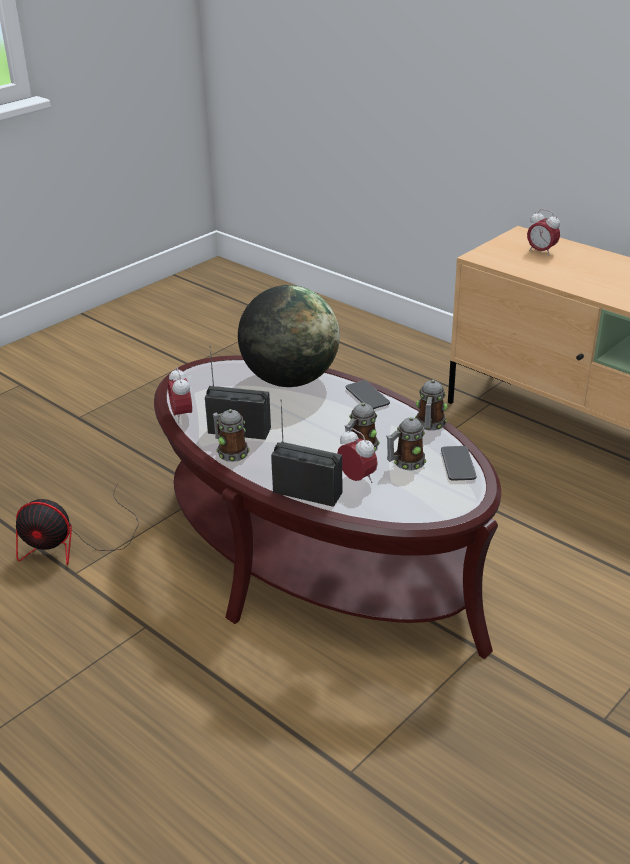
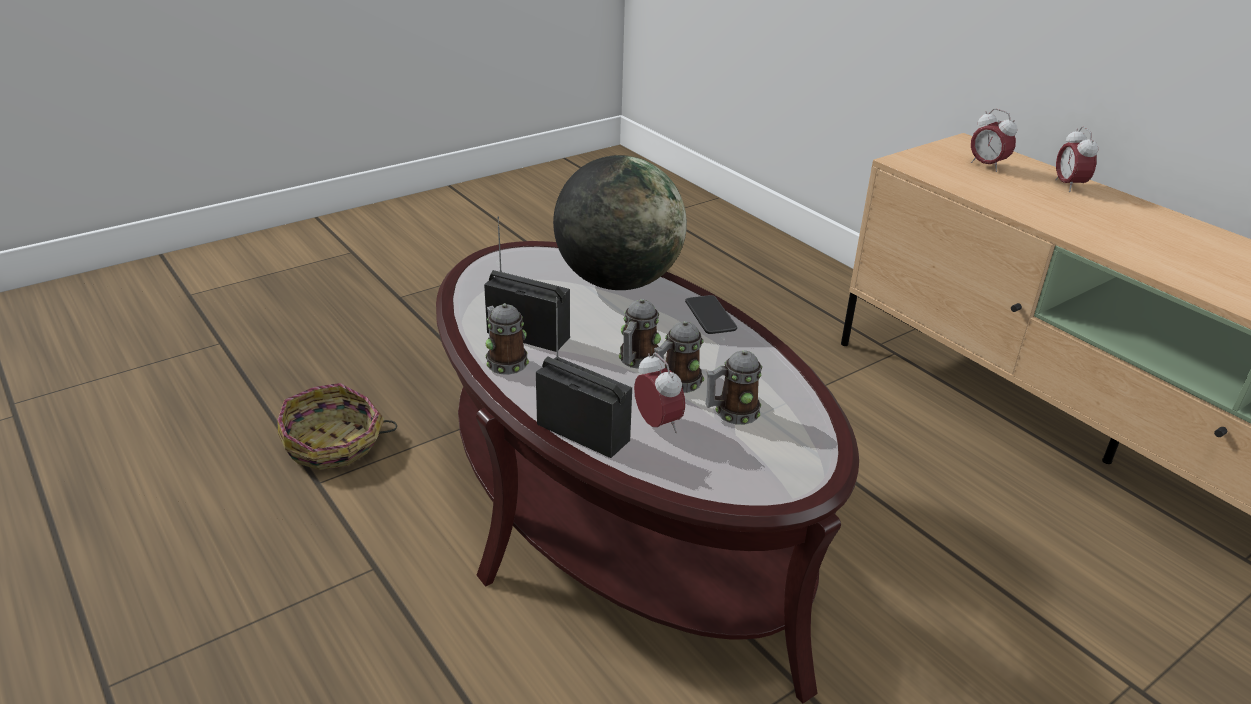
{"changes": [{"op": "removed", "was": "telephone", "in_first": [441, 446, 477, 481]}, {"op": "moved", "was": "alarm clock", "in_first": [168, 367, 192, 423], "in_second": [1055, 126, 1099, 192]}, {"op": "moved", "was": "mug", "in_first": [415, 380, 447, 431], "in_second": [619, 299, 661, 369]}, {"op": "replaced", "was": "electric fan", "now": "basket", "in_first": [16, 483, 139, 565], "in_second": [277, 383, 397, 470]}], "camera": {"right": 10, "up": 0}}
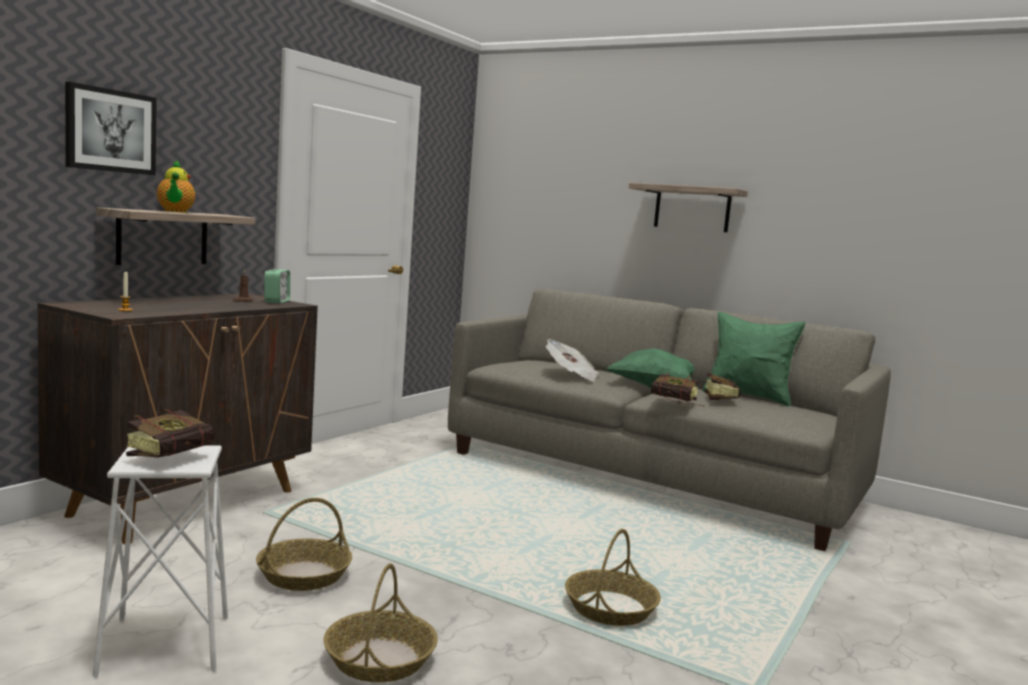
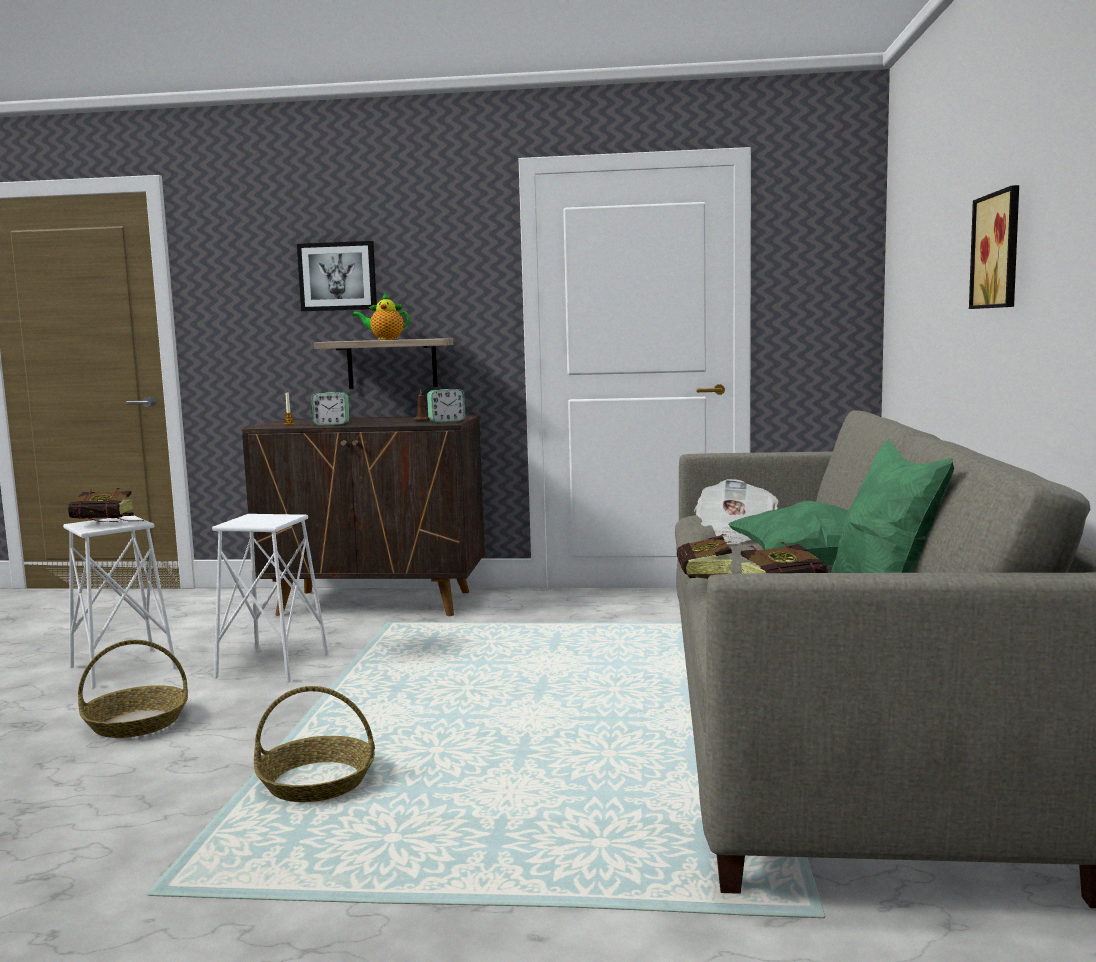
{"changes": [{"op": "added", "now": "alarm clock", "in_second": [311, 392, 350, 425]}, {"op": "replaced", "was": "basket", "now": "whitish stool seat", "in_first": [256, 498, 352, 591], "in_second": [212, 514, 329, 682]}, {"op": "replaced", "was": "wall shelf", "now": "picture", "in_first": [629, 183, 748, 232], "in_second": [969, 185, 1019, 309]}, {"op": "turned", "was": "tea pot", "in_first": [157, 159, 195, 213], "in_second": [352, 293, 410, 340], "clockwise": 45}], "camera": {"right": 65, "up": 0}}
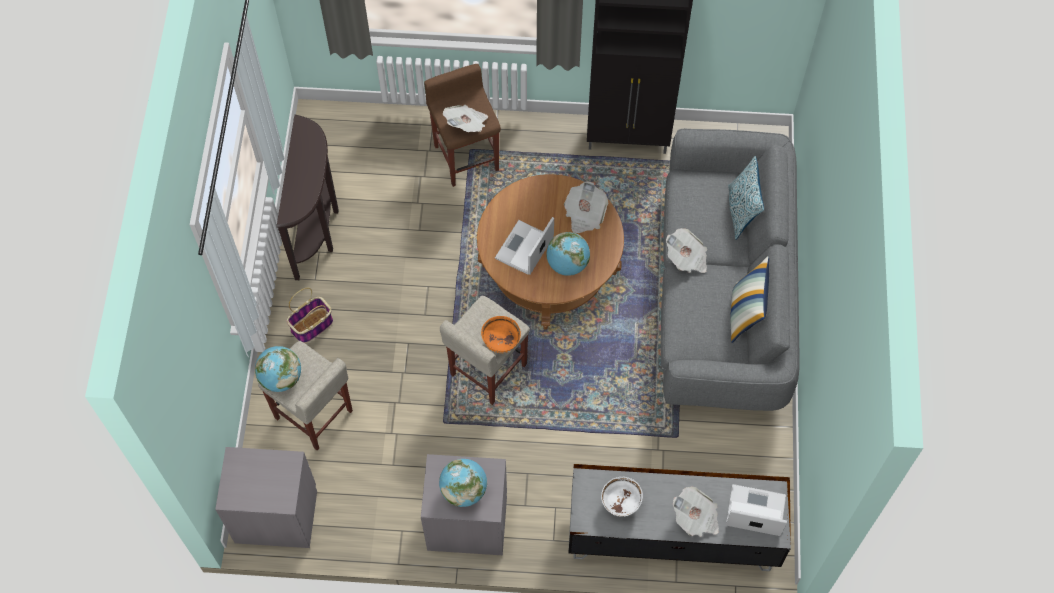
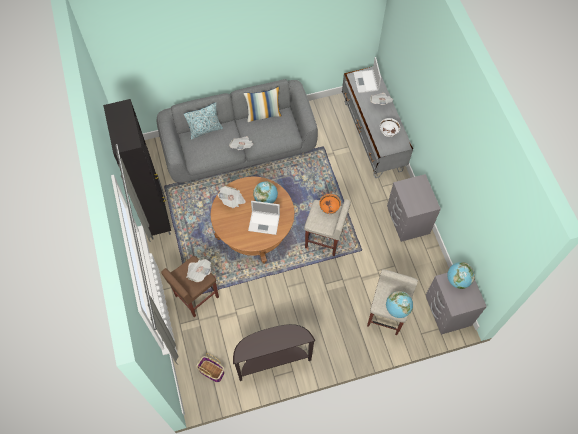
{"changes": [{"op": "moved", "was": "basket", "in_first": [287, 287, 333, 343], "in_second": [196, 353, 224, 382]}, {"op": "moved", "was": "globe", "in_first": [439, 459, 487, 507], "in_second": [447, 262, 475, 289]}], "camera": {"right": -110, "up": 0}}
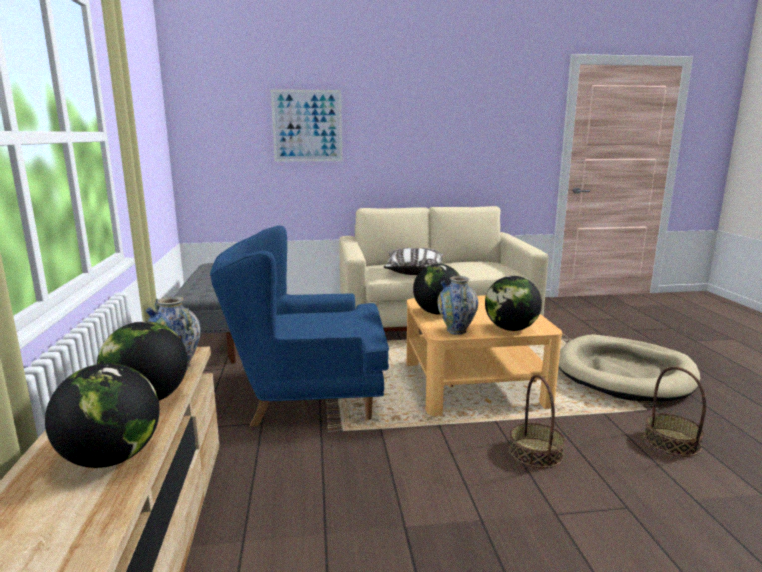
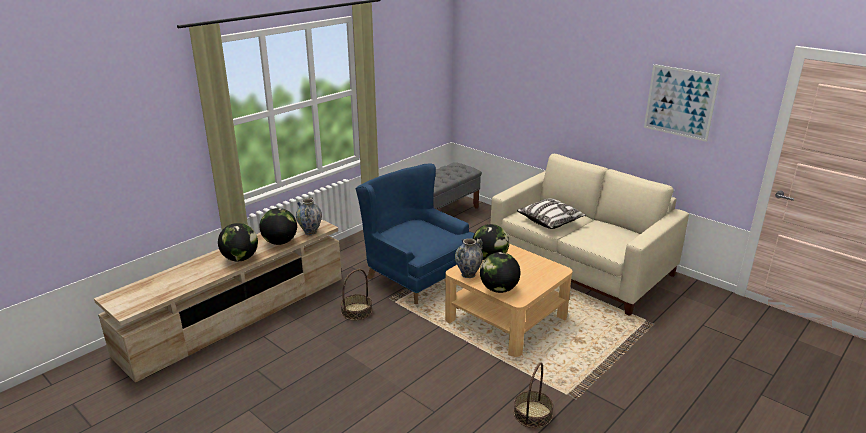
{"changes": [{"op": "removed", "was": "beige pet bed", "in_first": [559, 335, 700, 402]}, {"op": "moved", "was": "picture", "in_first": [271, 89, 343, 162], "in_second": [644, 64, 720, 142]}, {"op": "moved", "was": "basket", "in_first": [509, 374, 565, 468], "in_second": [341, 269, 372, 320]}], "camera": {"right": 50, "up": 10}}
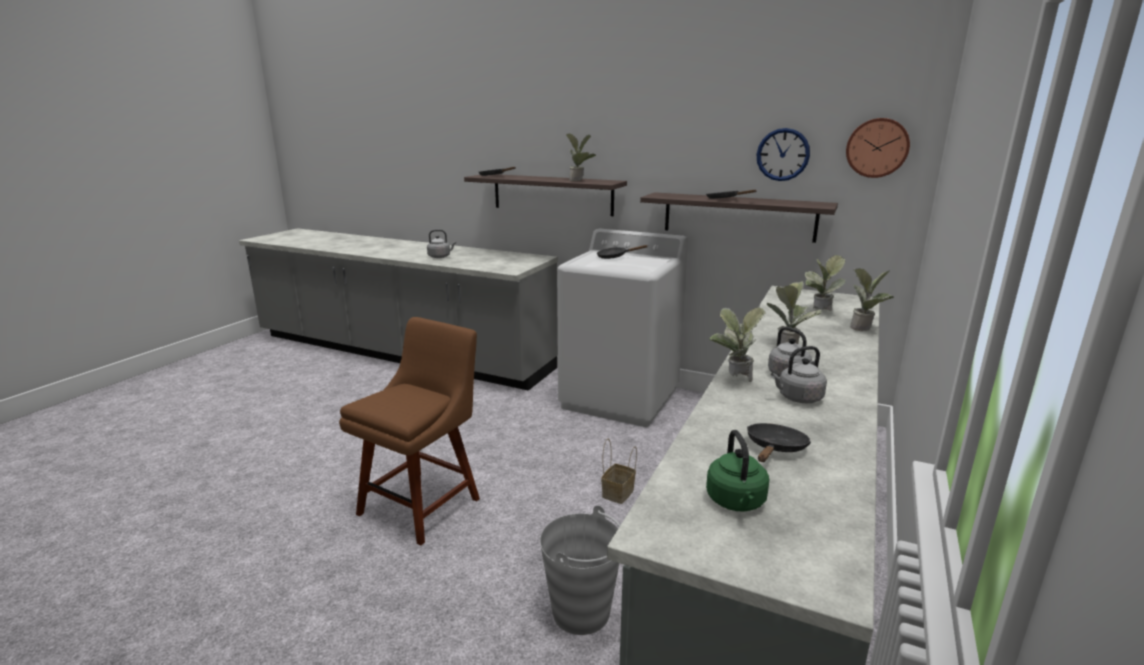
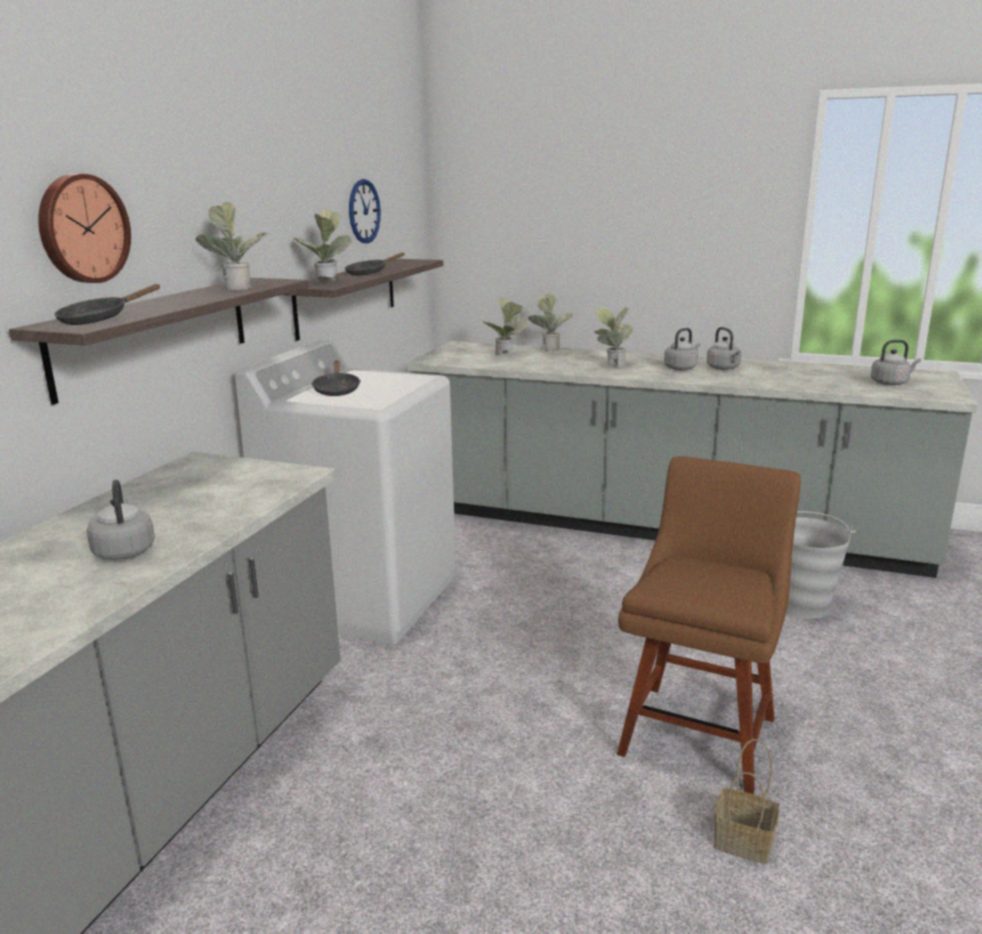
{"changes": [{"op": "removed", "was": "black pan", "in_first": [747, 423, 811, 462]}, {"op": "moved", "was": "basket", "in_first": [601, 439, 637, 504], "in_second": [714, 739, 779, 864]}, {"op": "moved", "was": "plant in a pot", "in_first": [709, 307, 765, 382], "in_second": [293, 210, 352, 282]}, {"op": "moved", "was": "hanging clock", "in_first": [846, 118, 910, 178], "in_second": [38, 174, 131, 283]}, {"op": "recoloured", "was": "green-coloured tea kettle", "now": "greyish tea kettle", "in_first": [706, 430, 769, 512], "in_second": [871, 340, 921, 385]}, {"op": "turned", "was": "brown upright chair", "in_first": [339, 317, 480, 545], "in_second": [617, 456, 801, 794], "clockwise": 90}], "camera": {"right": -95, "up": 0}}
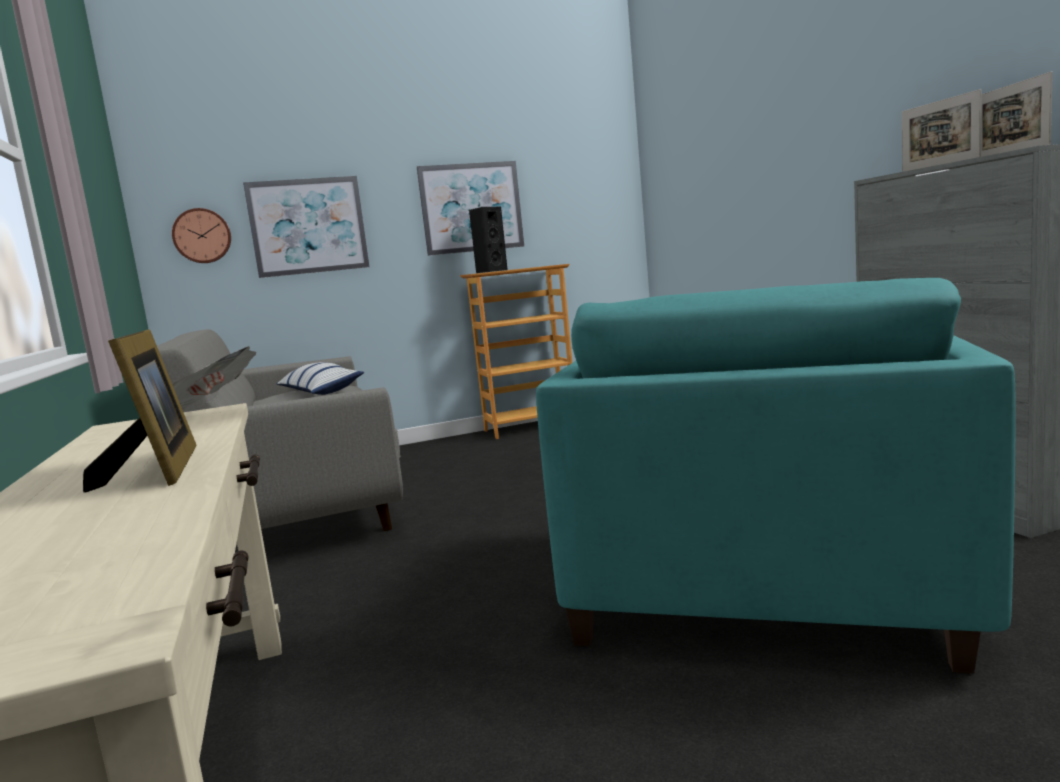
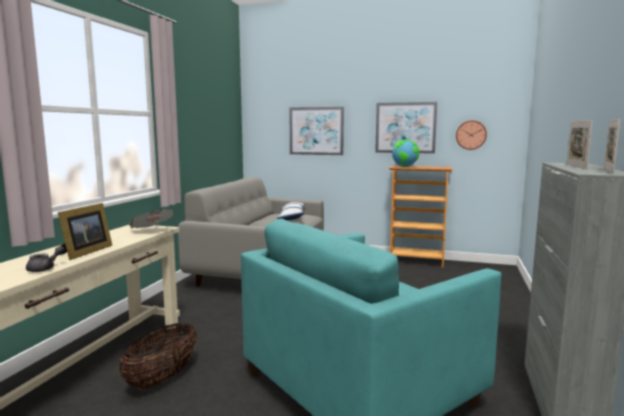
{"changes": [{"op": "added", "now": "greyish tea pot", "in_second": [26, 246, 64, 272]}, {"op": "added", "now": "basket", "in_second": [119, 322, 197, 389]}, {"op": "moved", "was": "hanging clock", "in_first": [172, 208, 231, 263], "in_second": [456, 120, 487, 150]}, {"op": "replaced", "was": "black loudspeaker", "now": "globe", "in_first": [469, 207, 508, 273], "in_second": [392, 139, 419, 167]}], "camera": {"right": 35, "up": 0}}
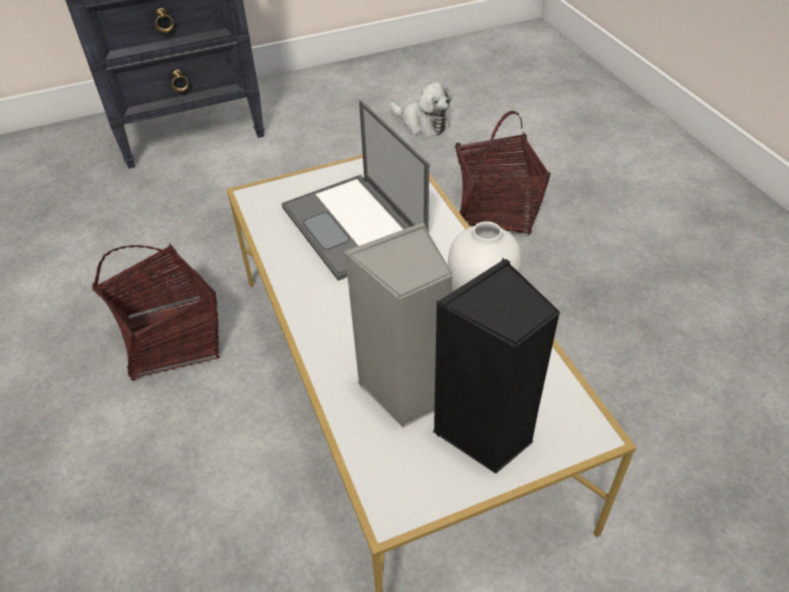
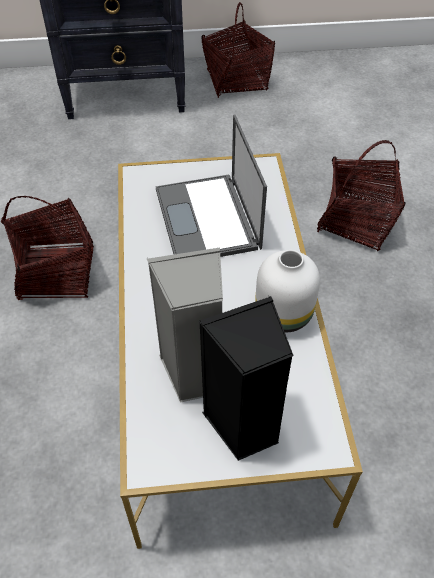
{"changes": [{"op": "removed", "was": "soft toy", "in_first": [390, 82, 452, 136]}, {"op": "added", "now": "basket", "in_second": [201, 2, 275, 98]}], "camera": {"right": 15, "up": 5}}
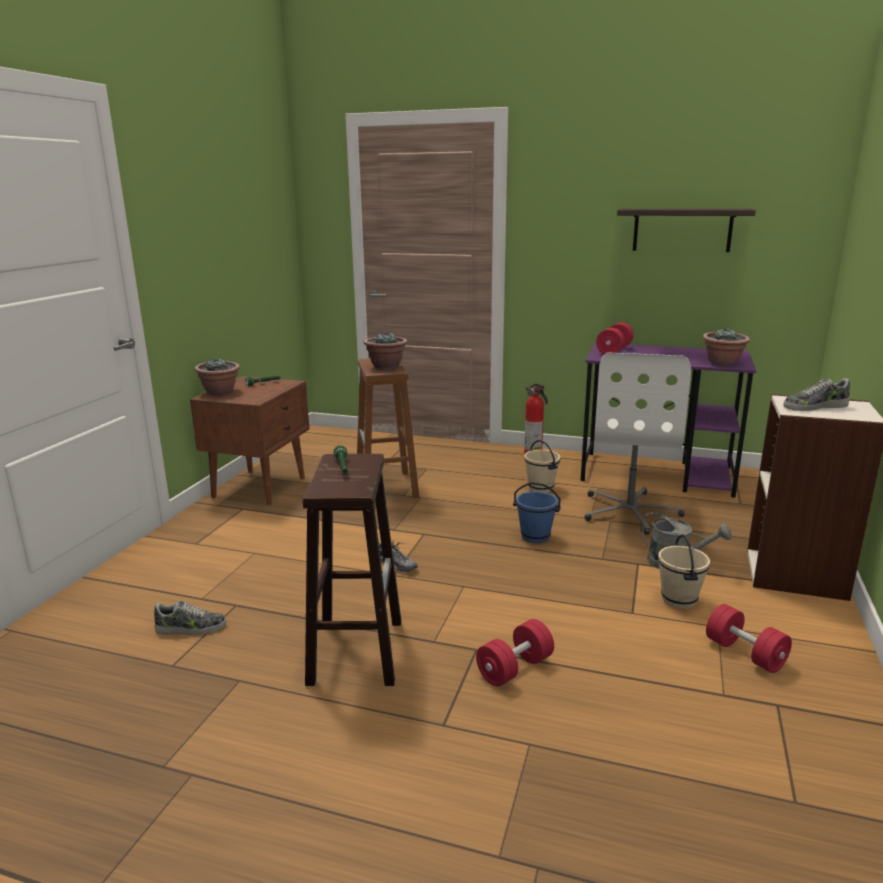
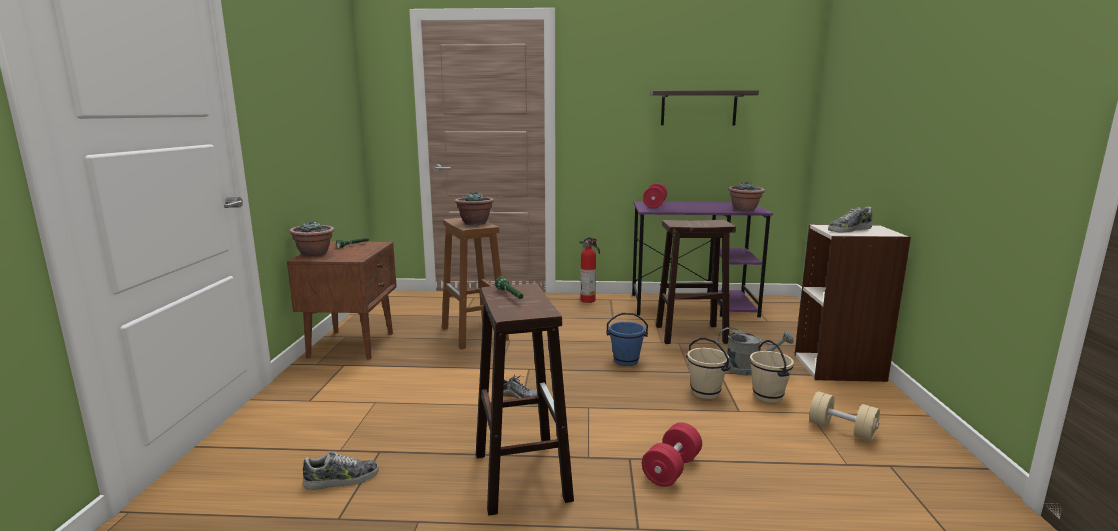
{"changes": [{"op": "moved", "was": "beige bucket", "in_first": [524, 440, 560, 493], "in_second": [686, 338, 731, 399]}, {"op": "replaced", "was": "whitish office chair", "now": "brown stool seat", "in_first": [585, 352, 691, 535], "in_second": [656, 220, 736, 344]}, {"op": "recoloured", "was": "red-coloured hand weight", "now": "beige hand weight", "in_first": [706, 604, 792, 673], "in_second": [809, 391, 880, 442]}], "camera": {"right": -15, "up": -5}}
